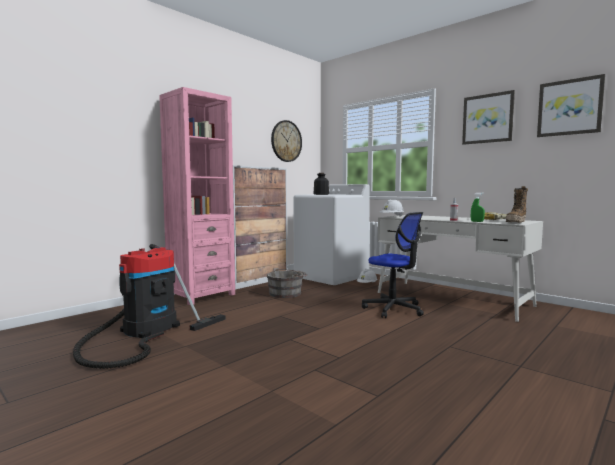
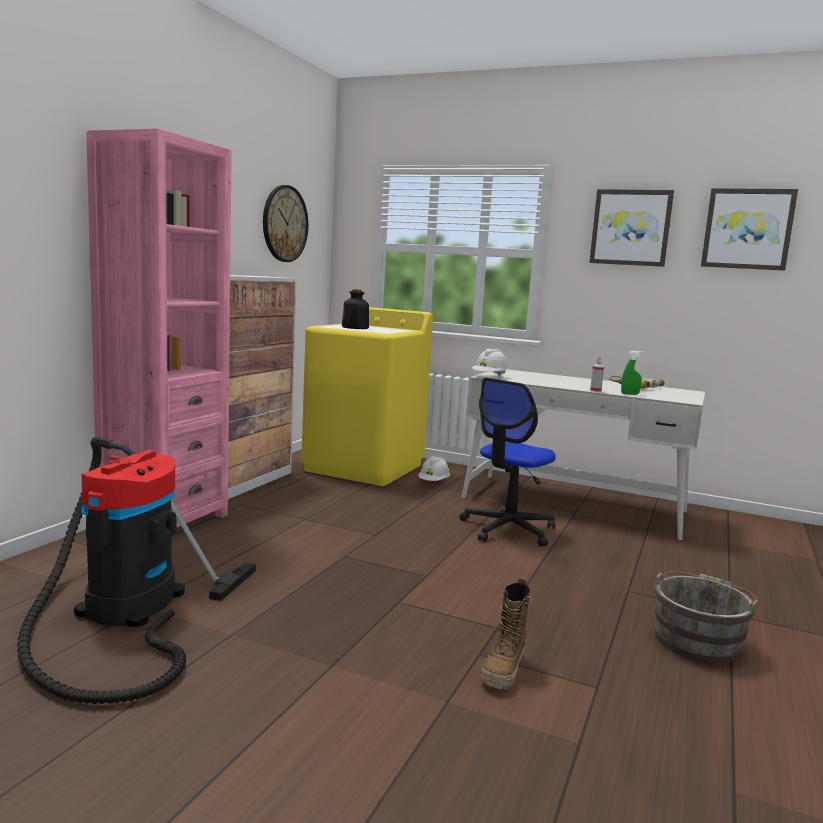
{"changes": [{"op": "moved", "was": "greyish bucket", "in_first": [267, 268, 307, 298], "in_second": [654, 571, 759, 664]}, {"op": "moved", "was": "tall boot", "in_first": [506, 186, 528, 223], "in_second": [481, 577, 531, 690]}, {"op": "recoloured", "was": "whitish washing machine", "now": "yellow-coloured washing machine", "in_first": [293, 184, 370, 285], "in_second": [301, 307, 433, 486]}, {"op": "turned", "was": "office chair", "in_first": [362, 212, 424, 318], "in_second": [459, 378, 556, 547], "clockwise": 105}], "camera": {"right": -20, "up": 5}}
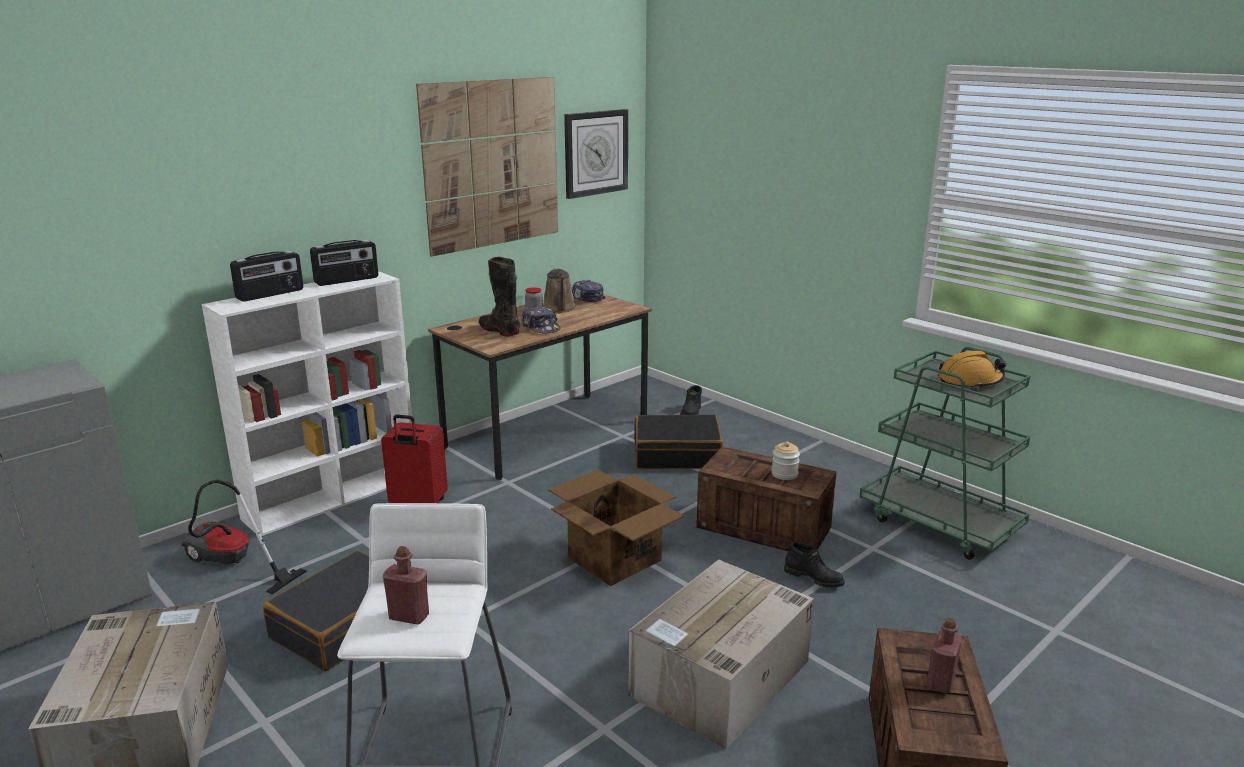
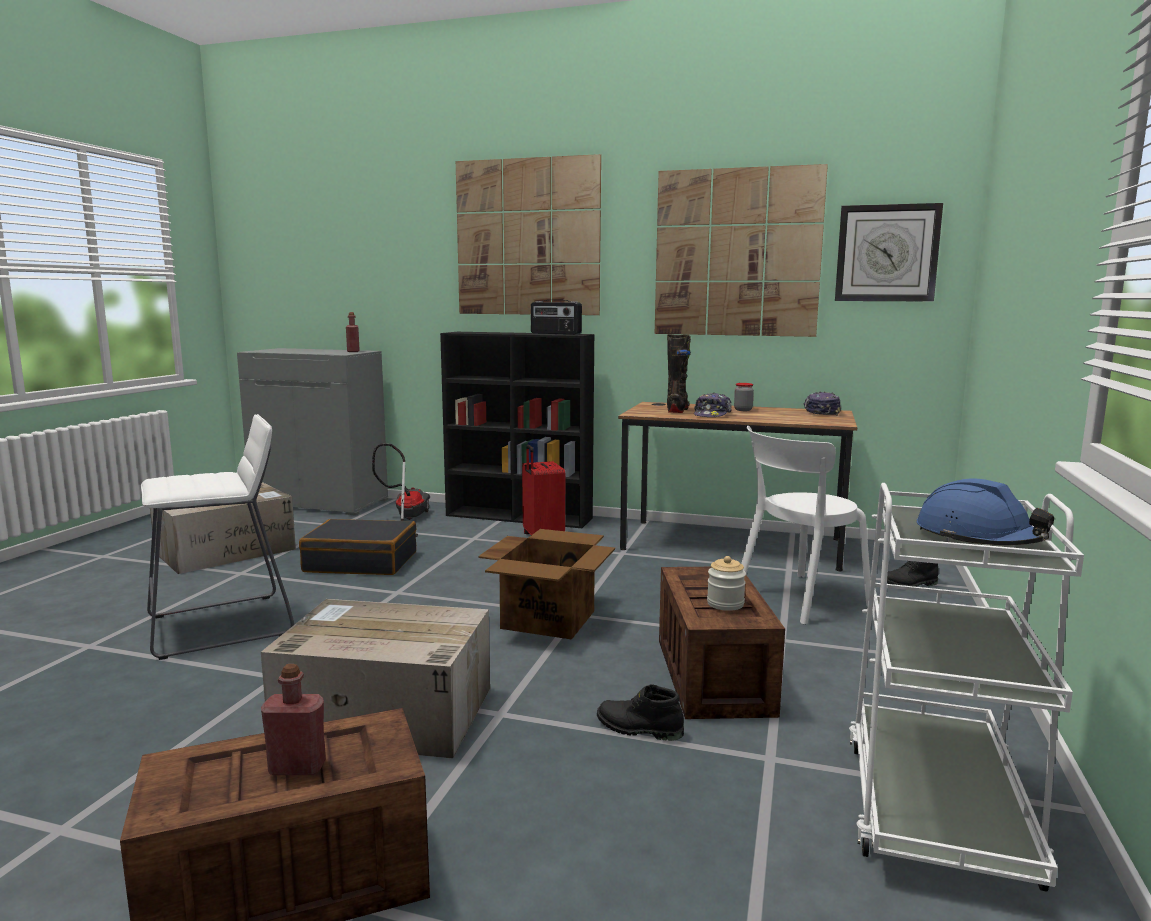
{"changes": [{"op": "removed", "was": "radio receiver", "in_first": [230, 251, 303, 302]}, {"op": "removed", "was": "brown watering pot", "in_first": [543, 268, 576, 313]}, {"op": "added", "now": "picture", "in_second": [456, 154, 601, 315]}, {"op": "moved", "was": "red-coloured drink bottle", "in_first": [383, 546, 429, 625], "in_second": [346, 312, 360, 352]}, {"op": "replaced", "was": "black piece of luggage", "now": "whitish upright chair", "in_first": [635, 415, 723, 469], "in_second": [741, 426, 870, 625]}, {"op": "recoloured", "was": "whitish bookcase", "now": "black bookcase", "in_first": [202, 271, 412, 536], "in_second": [440, 332, 594, 528]}, {"op": "recoloured", "was": "green-coloured trolley", "now": "whitish trolley", "in_first": [859, 347, 1030, 559], "in_second": [849, 483, 1084, 892]}, {"op": "recoloured", "was": "orange-coloured safety helmet", "now": "bluish safety helmet", "in_first": [939, 351, 1006, 389], "in_second": [916, 479, 1054, 545]}, {"op": "turned", "was": "black tall boot", "in_first": [784, 542, 845, 588], "in_second": [597, 684, 684, 741], "clockwise": 105}], "camera": {"right": 60, "up": -10}}
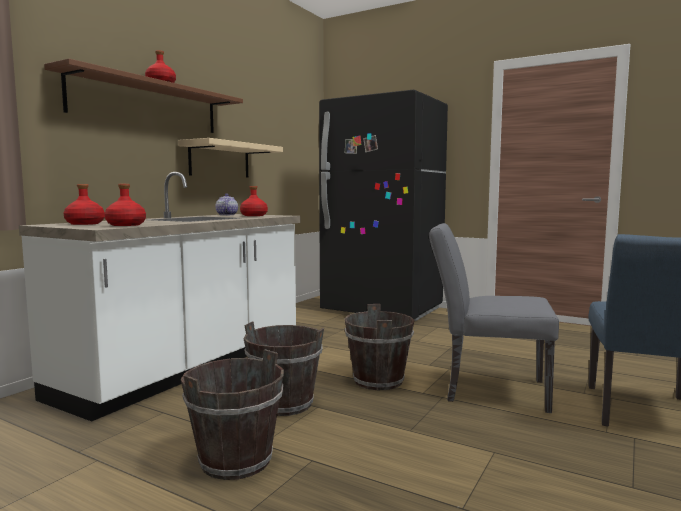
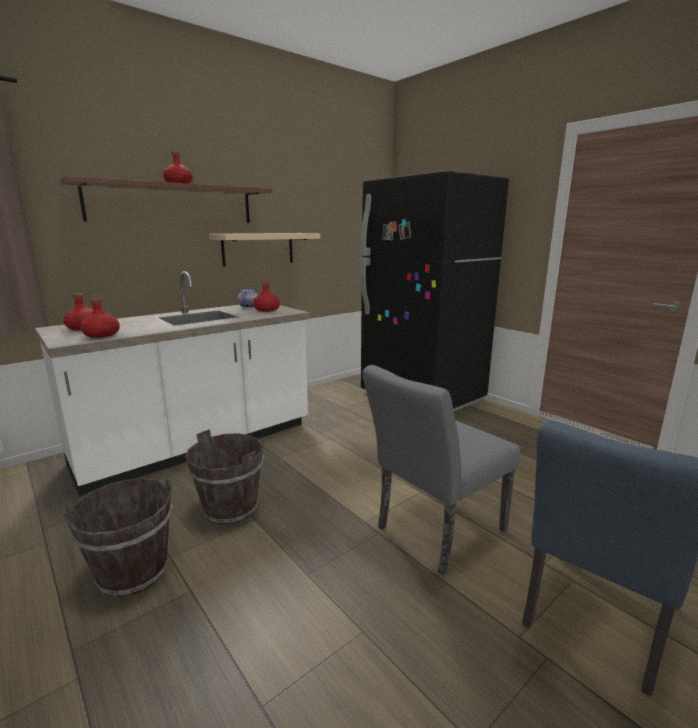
{"changes": [{"op": "removed", "was": "brown bucket", "in_first": [344, 304, 415, 390]}, {"op": "turned", "was": "greyish upright chair", "in_first": [429, 223, 559, 413], "in_second": [362, 365, 520, 575], "clockwise": -75}], "camera": {"right": 20, "up": 10}}
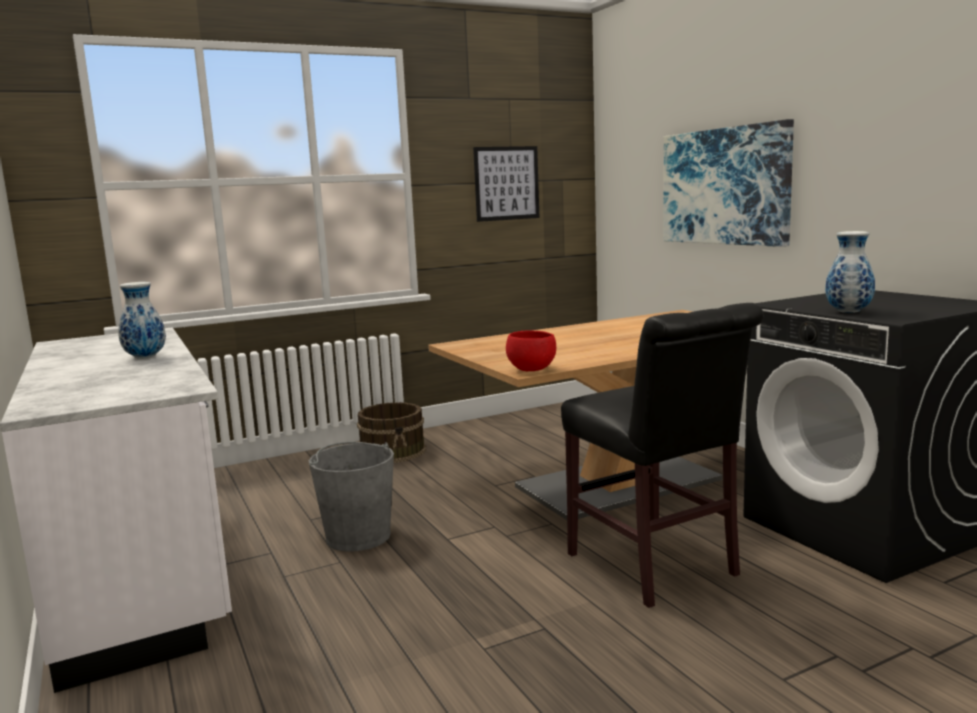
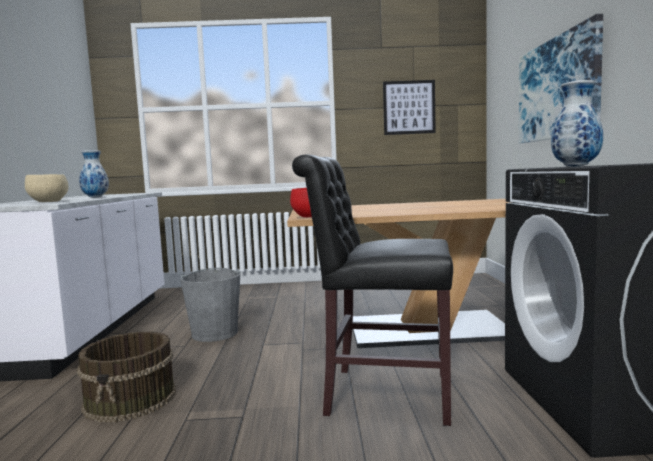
{"changes": [{"op": "added", "now": "beige bowl", "in_second": [25, 174, 68, 202]}, {"op": "moved", "was": "brown bucket", "in_first": [357, 402, 426, 463], "in_second": [77, 332, 176, 422]}, {"op": "turned", "was": "black upright chair", "in_first": [561, 303, 763, 608], "in_second": [292, 155, 453, 426], "clockwise": 105}], "camera": {"right": 25, "up": -5}}
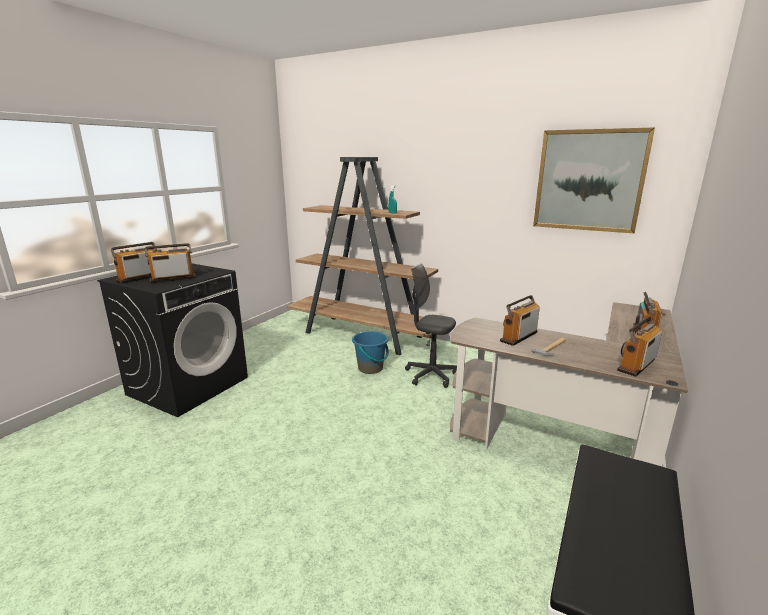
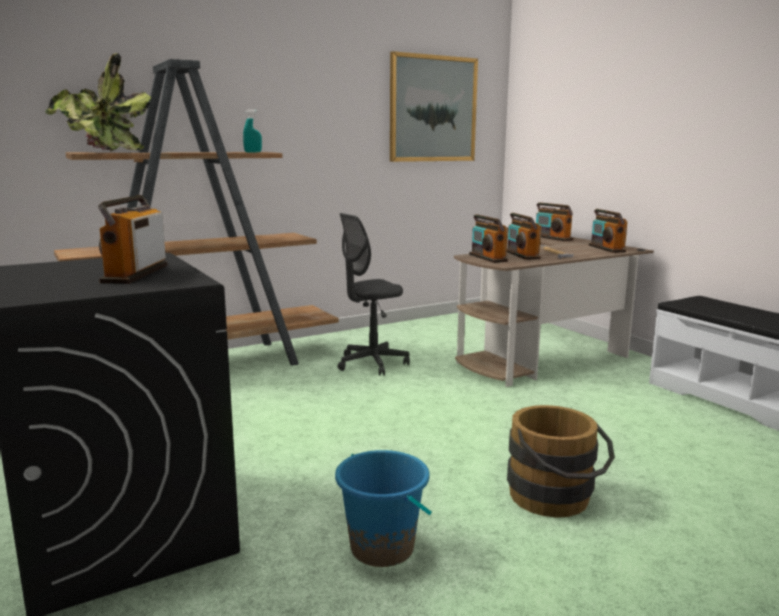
{"changes": [{"op": "added", "now": "plant in a pot", "in_second": [45, 53, 151, 151]}, {"op": "added", "now": "brown bucket", "in_second": [507, 405, 615, 518]}, {"op": "moved", "was": "radio receiver", "in_first": [111, 242, 158, 284], "in_second": [469, 214, 508, 263]}, {"op": "moved", "was": "bluish bucket", "in_first": [352, 331, 389, 374], "in_second": [335, 450, 432, 567]}], "camera": {"right": -60, "up": -5}}
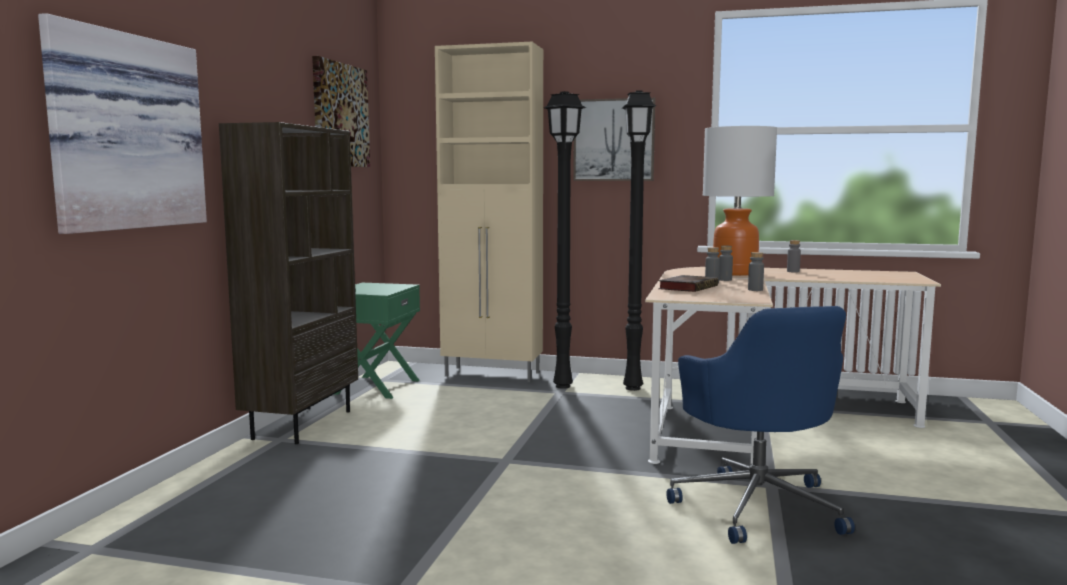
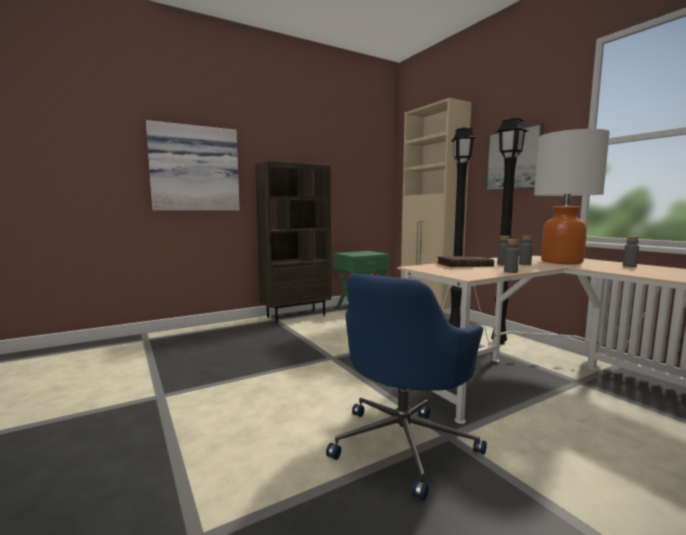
{"changes": [{"op": "removed", "was": "picture", "in_first": [312, 56, 370, 167]}], "camera": {"right": 45, "up": 0}}
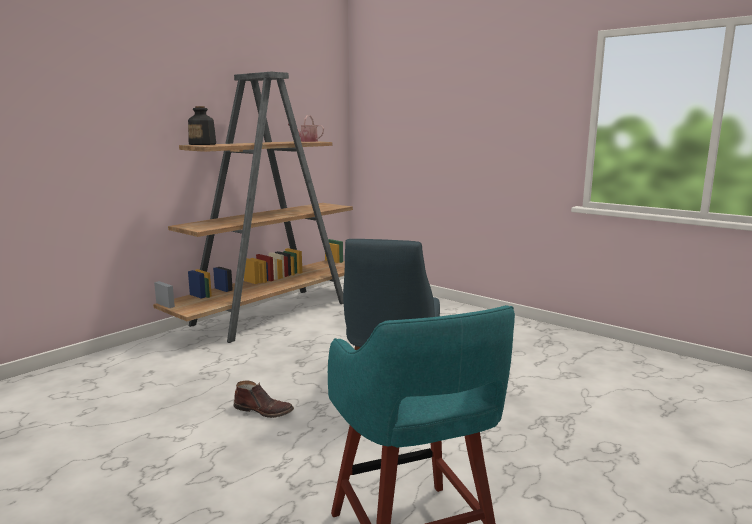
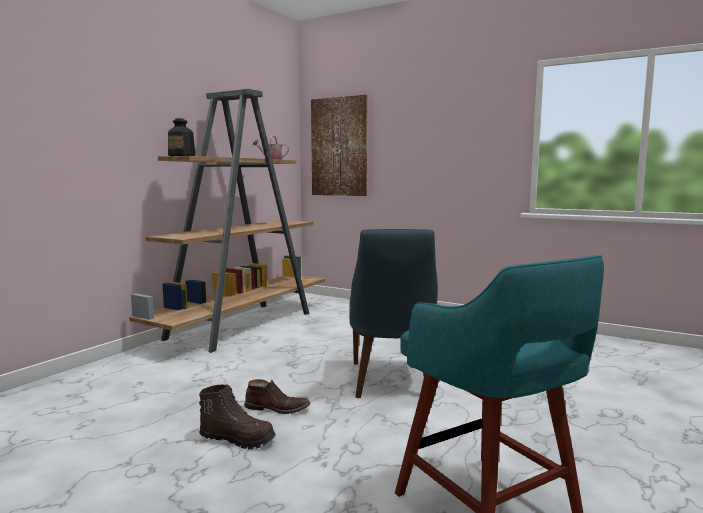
{"changes": [{"op": "added", "now": "brown tall boot", "in_second": [199, 384, 275, 450]}, {"op": "added", "now": "picture", "in_second": [311, 95, 367, 196]}], "camera": {"right": -10, "up": -5}}
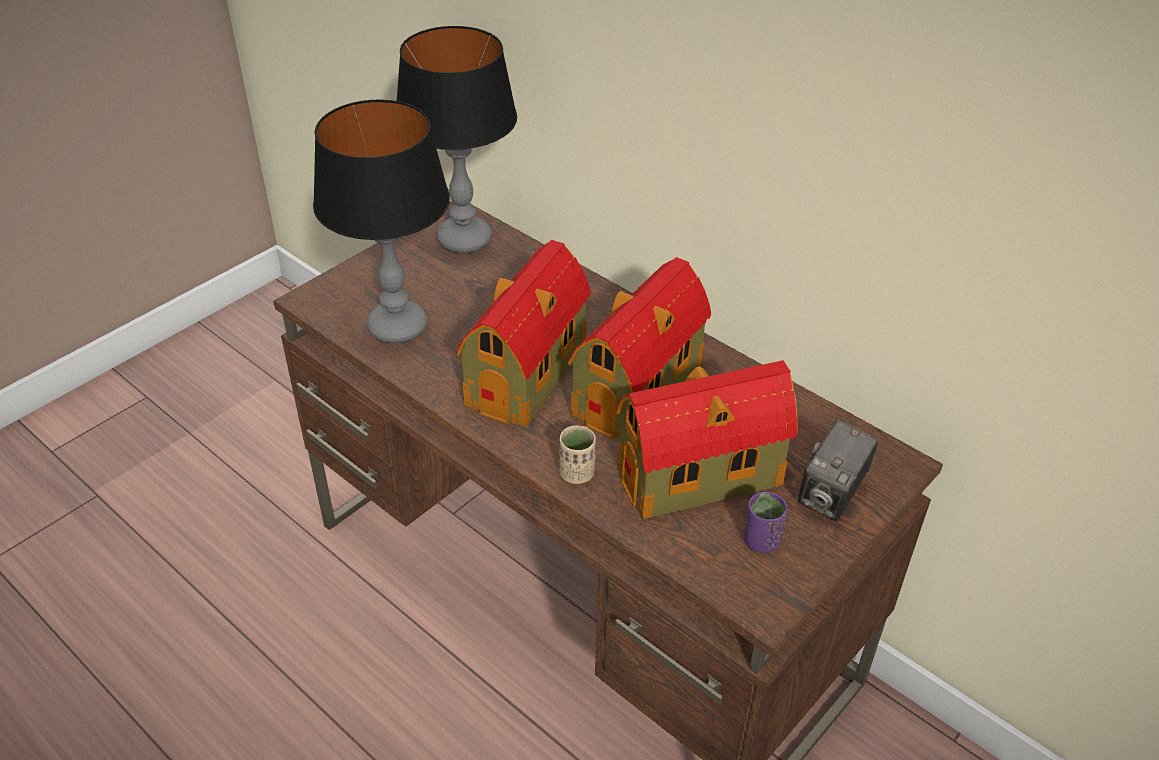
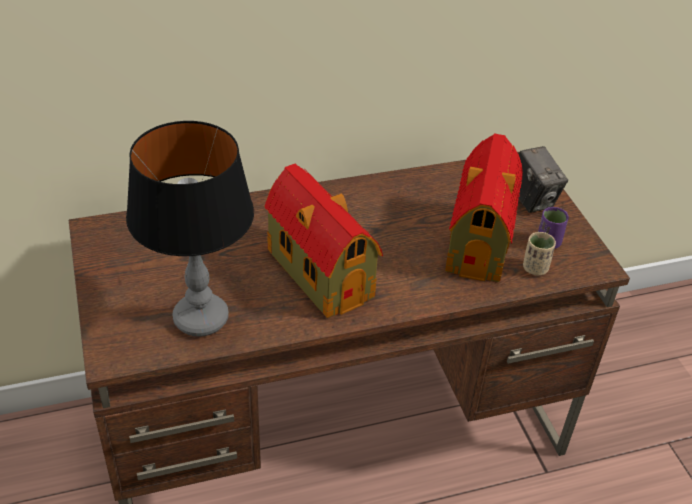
{"changes": [{"op": "removed", "was": "lamp for a table", "in_first": [397, 26, 517, 253]}, {"op": "removed", "was": "toy house", "in_first": [567, 257, 711, 440]}, {"op": "moved", "was": "beige small cup", "in_first": [559, 426, 596, 484], "in_second": [523, 232, 556, 275]}], "camera": {"right": -60, "up": 0}}
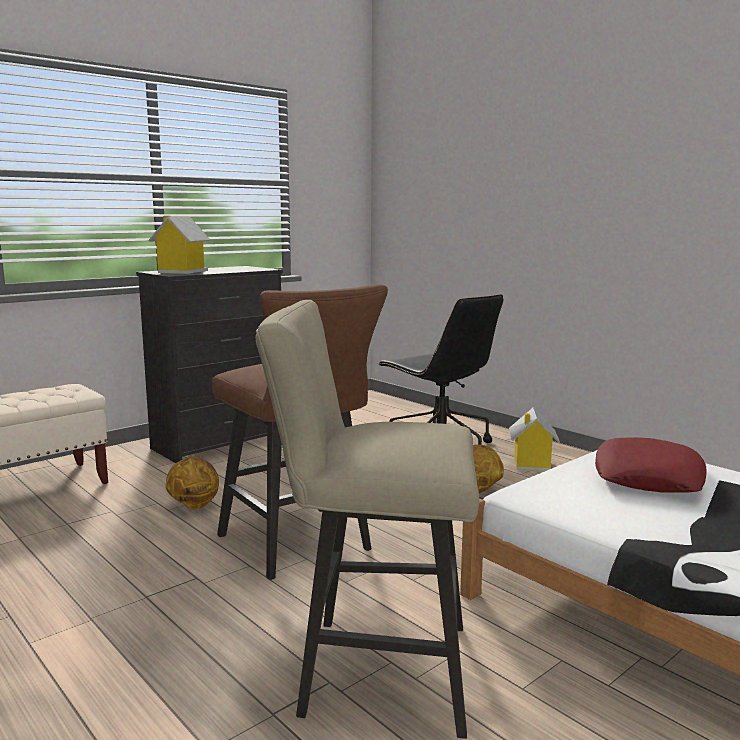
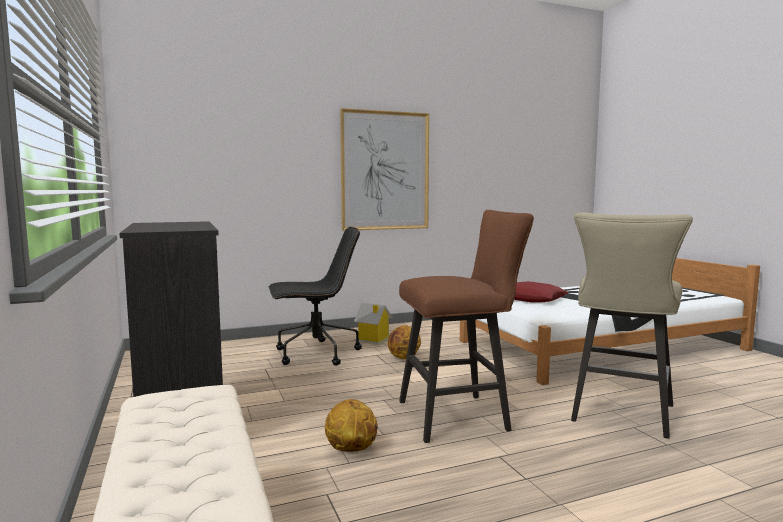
{"changes": [{"op": "removed", "was": "toy house", "in_first": [148, 216, 210, 274]}, {"op": "added", "now": "picture", "in_second": [340, 108, 429, 231]}], "camera": {"right": -70, "up": -5}}
